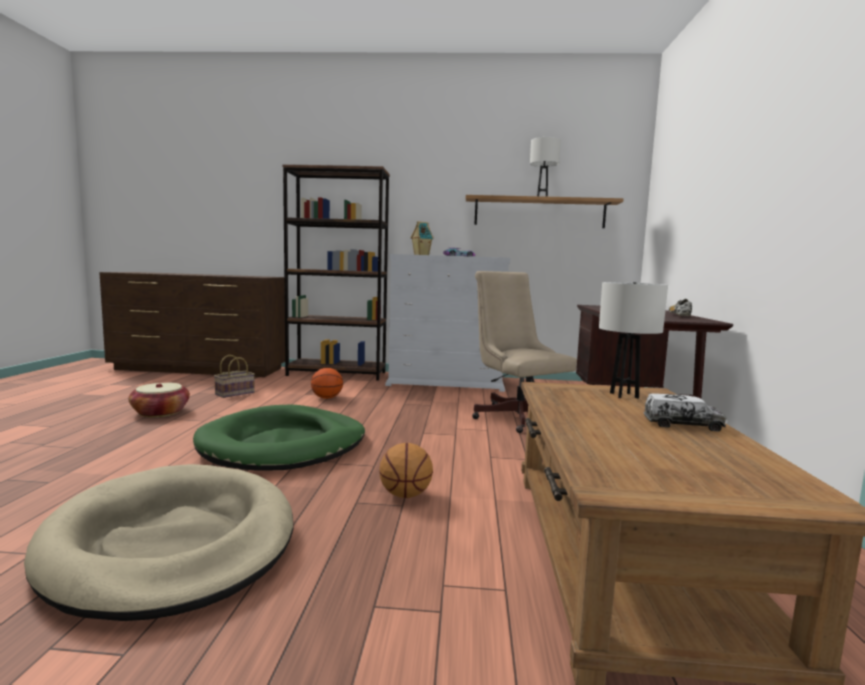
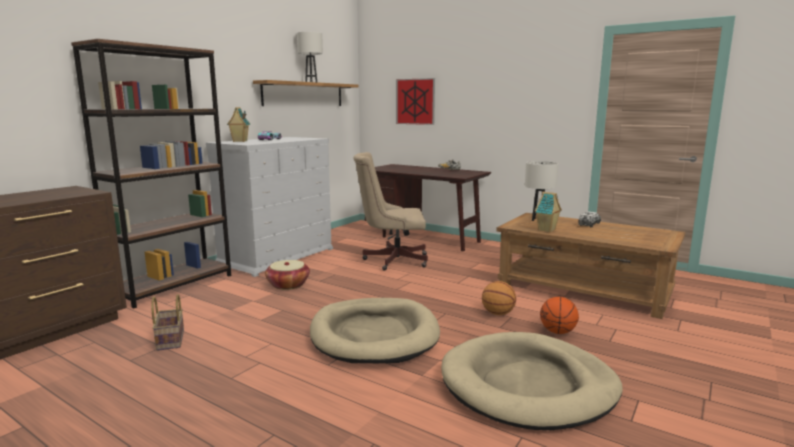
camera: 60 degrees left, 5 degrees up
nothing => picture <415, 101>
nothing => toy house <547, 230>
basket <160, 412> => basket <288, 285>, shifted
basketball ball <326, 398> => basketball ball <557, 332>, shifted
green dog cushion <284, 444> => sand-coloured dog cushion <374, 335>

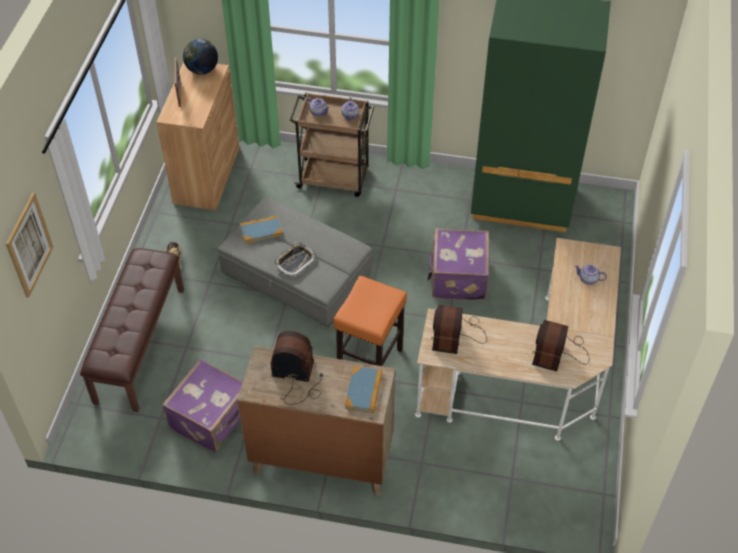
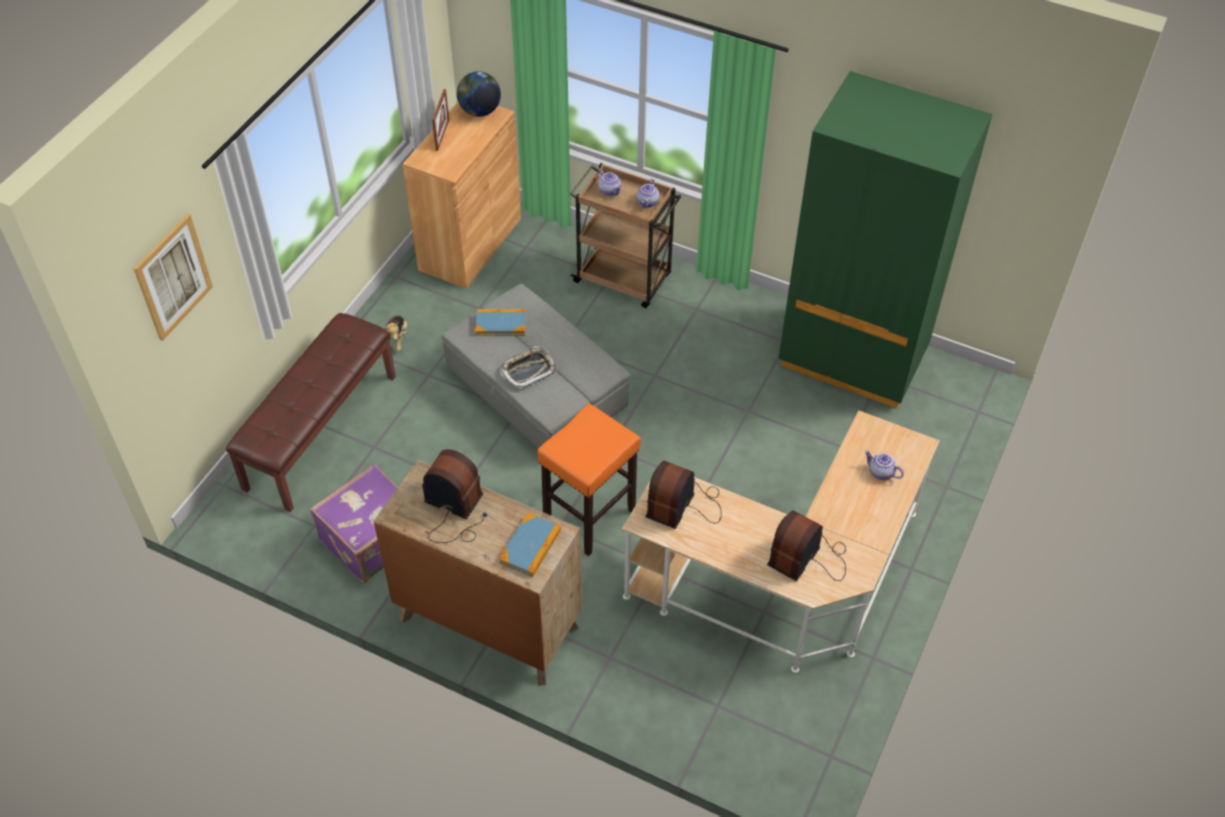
camera: 15 degrees right, 0 degrees up
purple-coloured piece of luggage <457, 278> => nothing

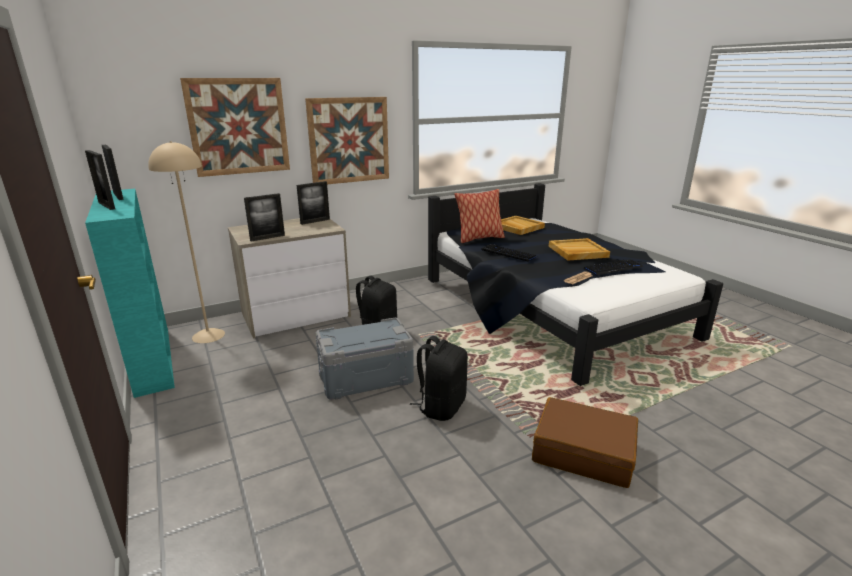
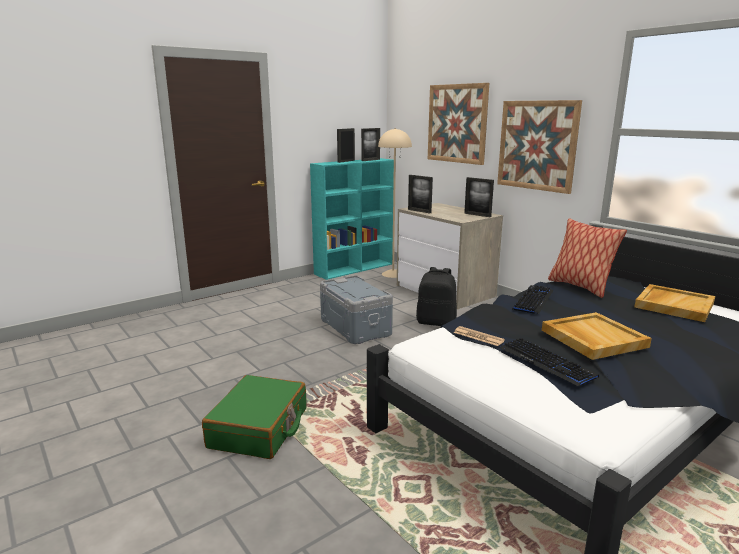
camera: 80 degrees right, 5 degrees down
black knapsack <441, 406> => nothing
brown piece of luggage <583, 452> => green piece of luggage <259, 428>

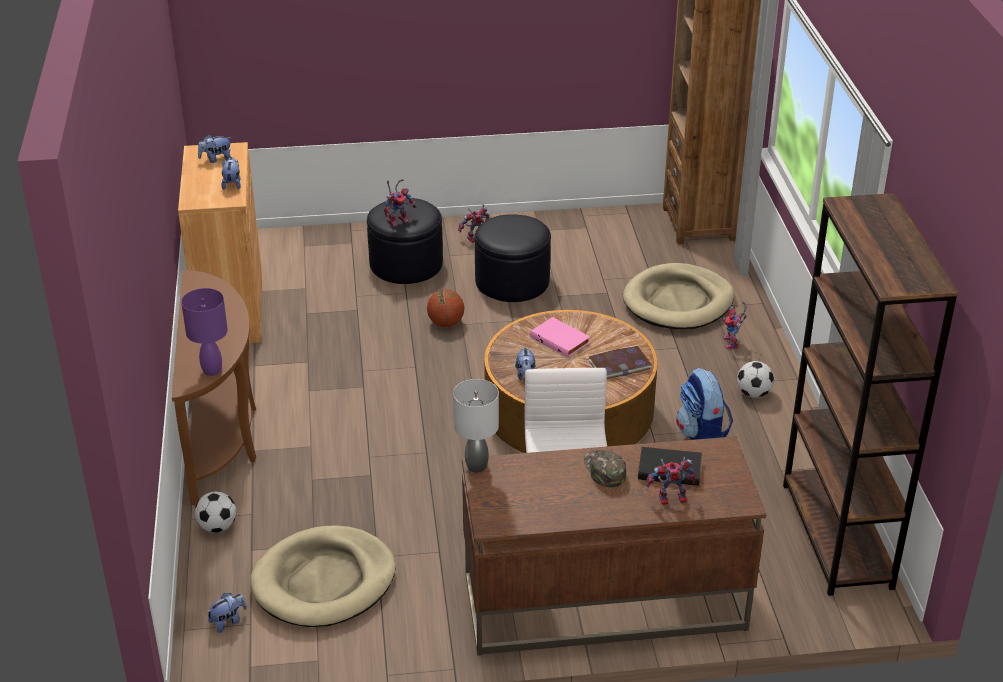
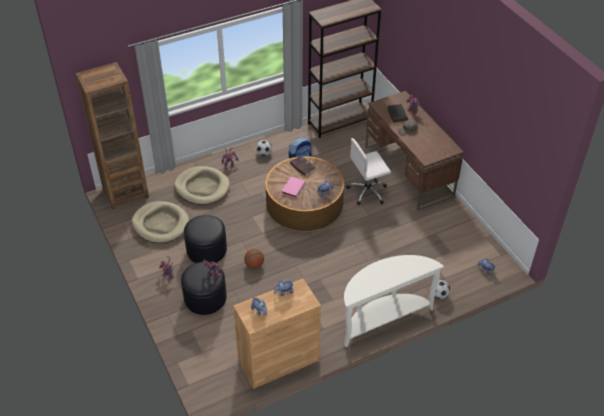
camera: 110 degrees left, 10 degrees up
purple-coloured lamp for a table <212, 370> => nothing
grey lamp for a table <477, 466> => nothing
sand-coloured dog cushion <324, 581> => sand-coloured dog cushion <160, 224>, shifted
brown narrow table <223, 437> => white-coloured narrow table <383, 318>

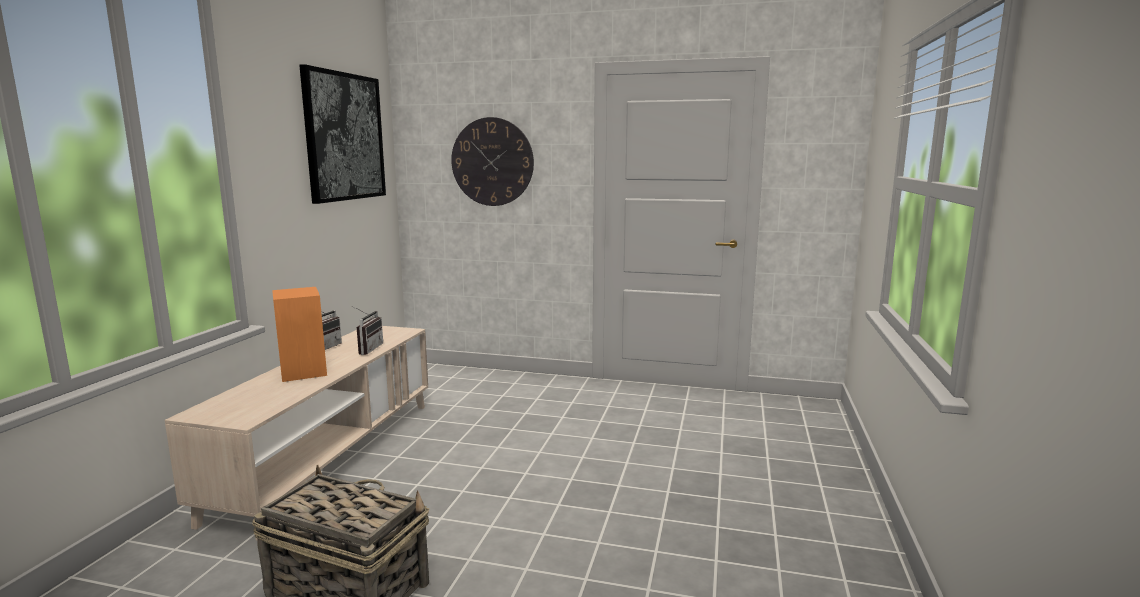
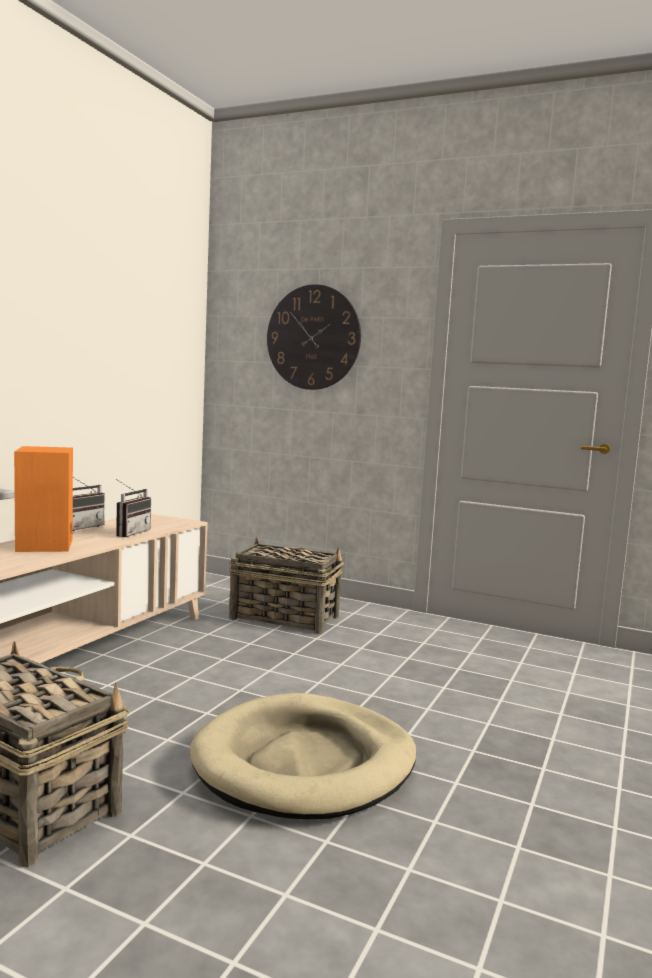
camera: 10 degrees right, 5 degrees down
picture <344, 137> => nothing
nothing => sand-coloured dog cushion <305, 763>
nothing => basket <283, 617>

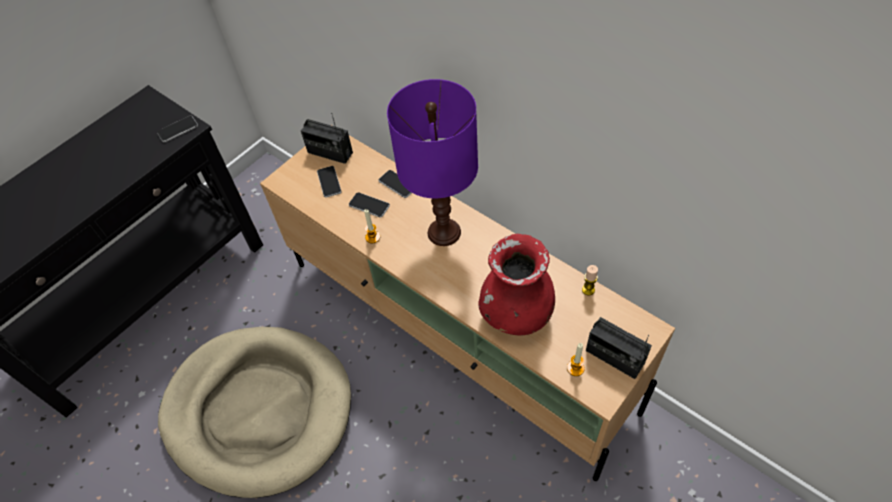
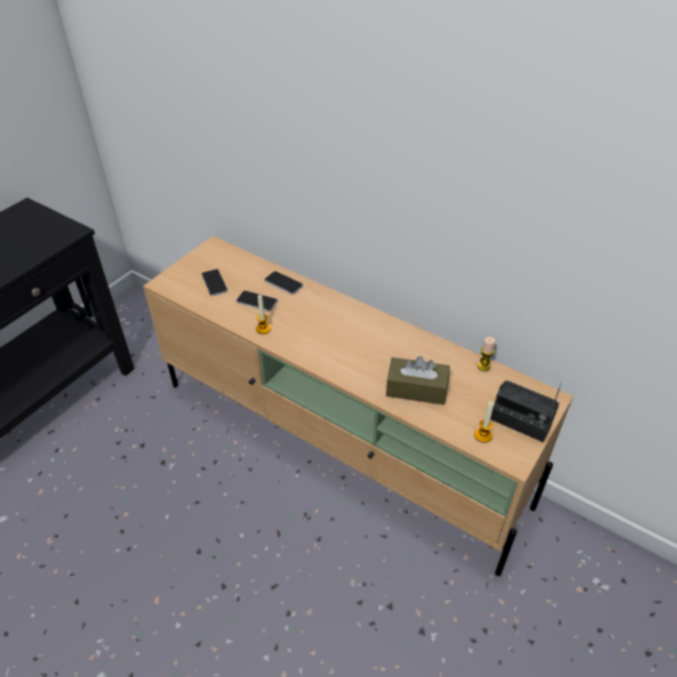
camera: 10 degrees left, 10 degrees down
handset <178, 129> => nothing
sand-coloured dog cushion <259, 410> => nothing
radio receiver <330, 153> => nothing
purple-coloured lamp for a table <443, 232> => nothing
red decorative vase <516, 313> => brown box of tissues <416, 389>

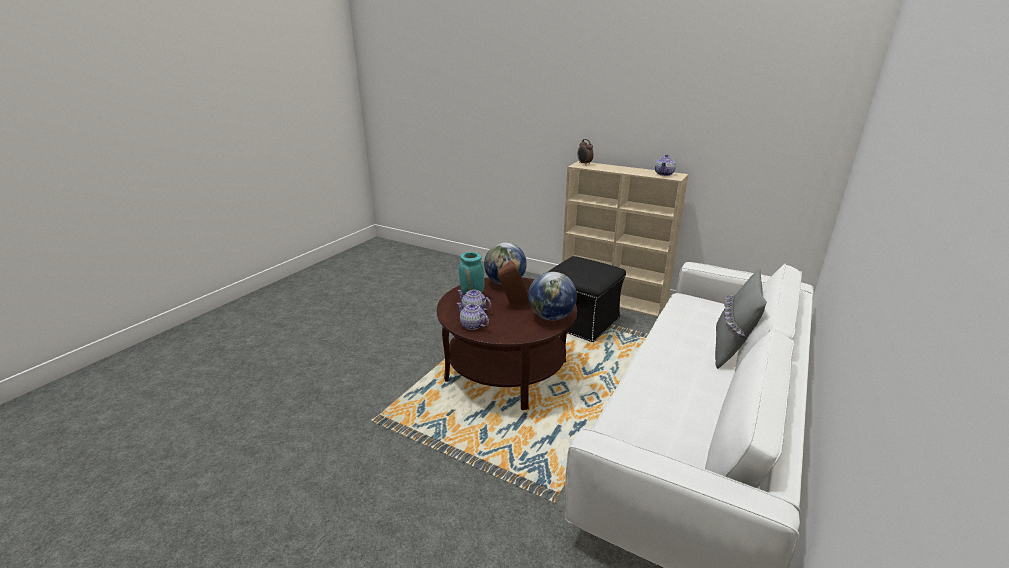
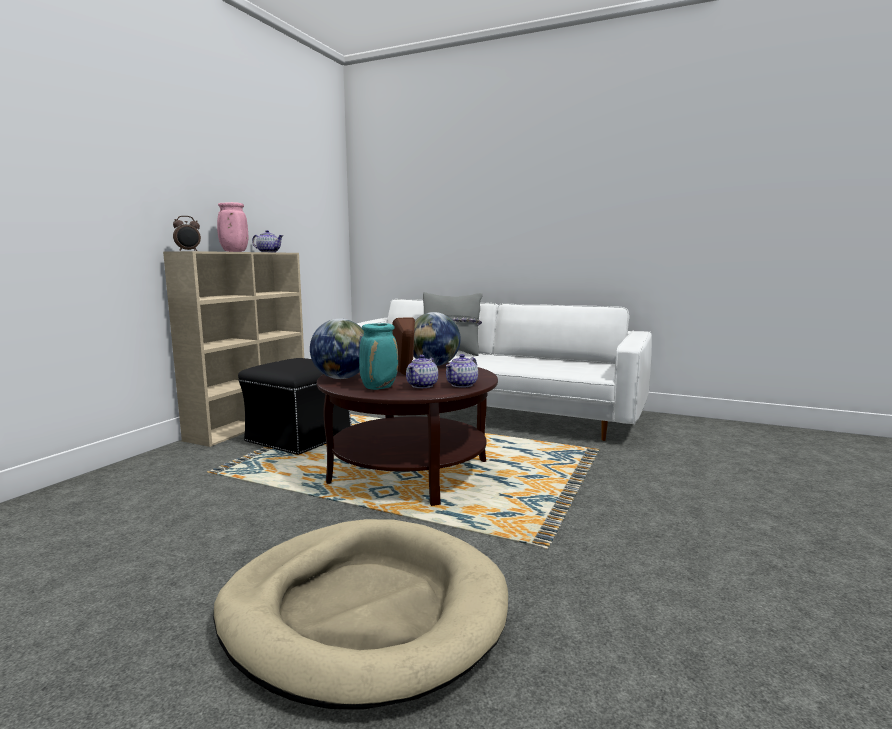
camera: 95 degrees left, 15 degrees down
nothing => sand-coloured dog cushion <364, 611>
nothing => pink-coloured decorative vase <233, 251>

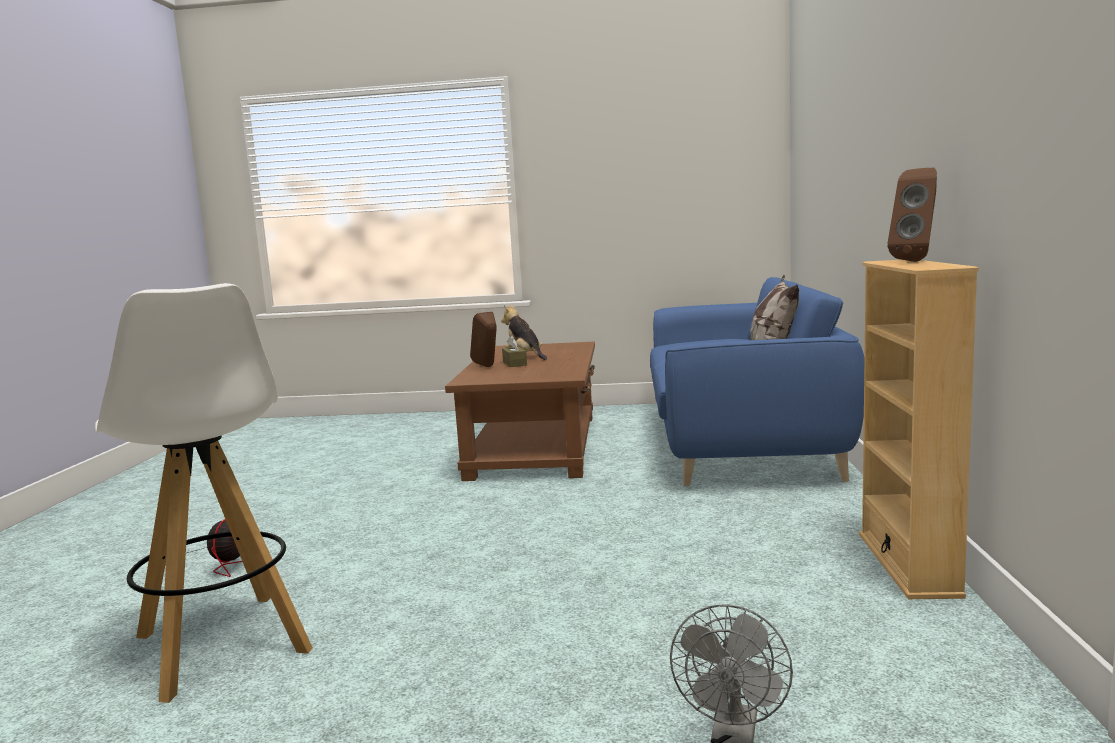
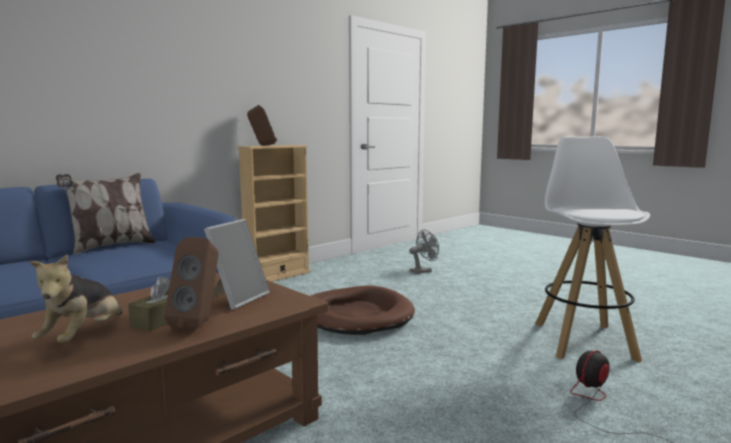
camera: 140 degrees left, 0 degrees up
nothing => picture frame <237, 298>
nothing => brown dog cushion <356, 315>

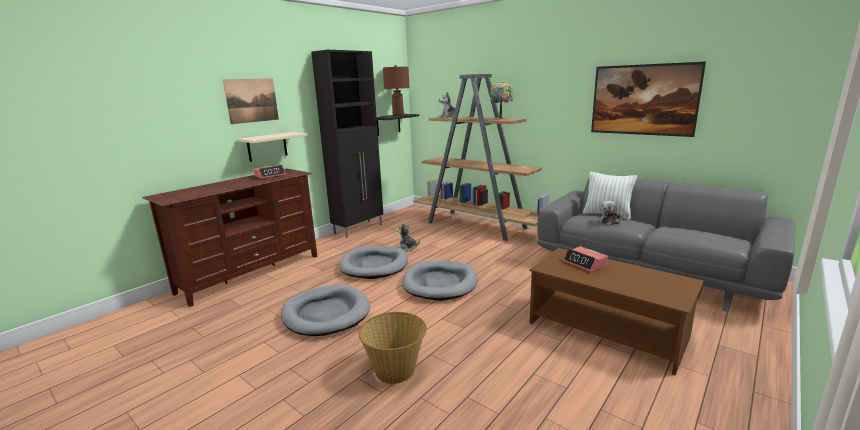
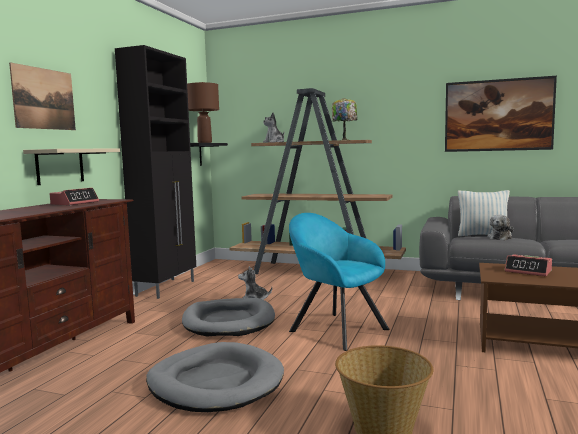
camera: 20 degrees left, 10 degrees down
grey dog cushion <440, 283> => blue-green easy chair <335, 329>

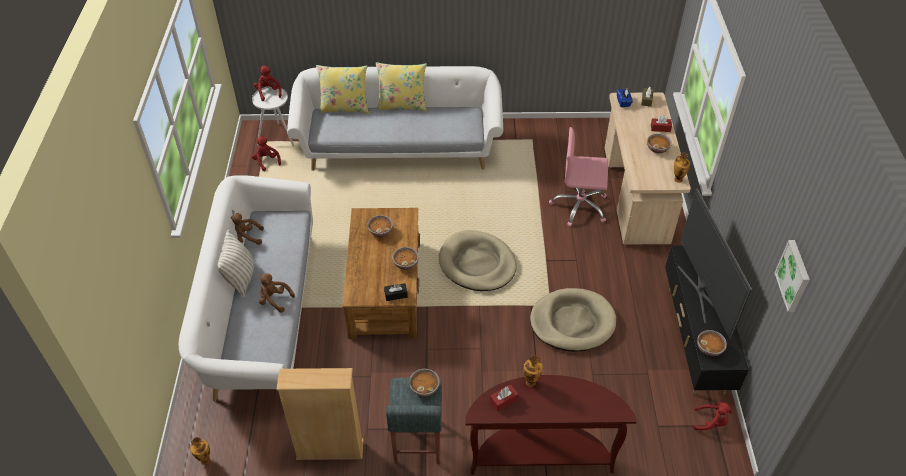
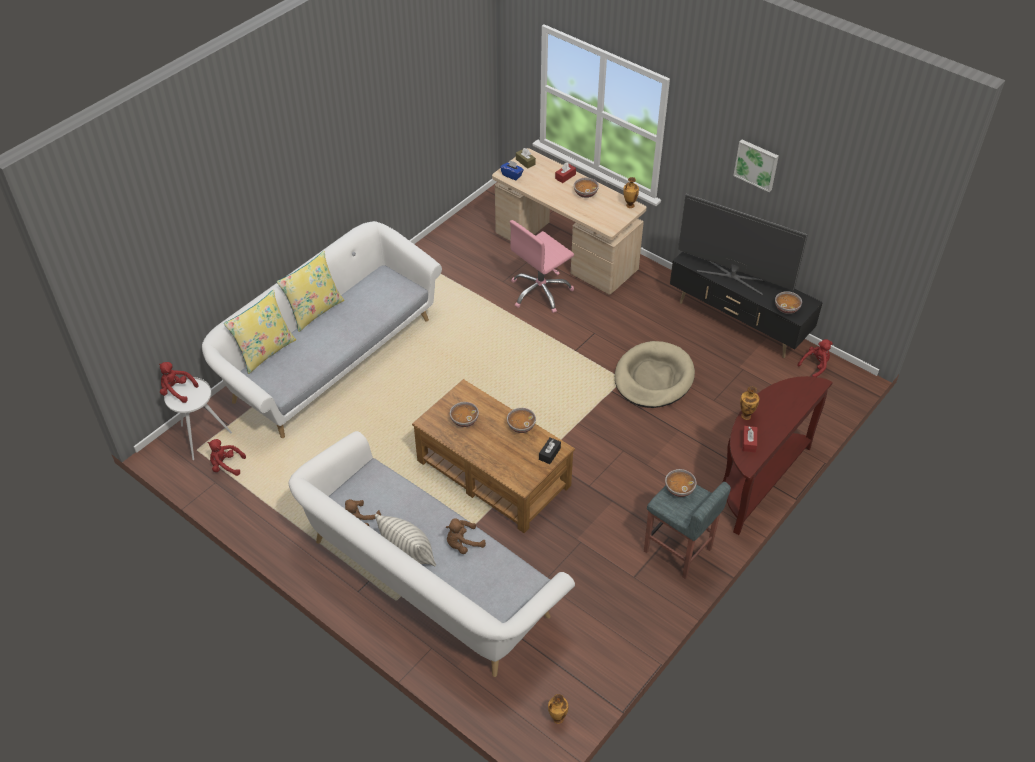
camera: 50 degrees left, 0 degrees up
sand-coloured bookshelf <330, 450> => nothing
sand-coloured dog cushion <477, 264> => nothing
picture <794, 276> => picture <757, 164>, shifted

